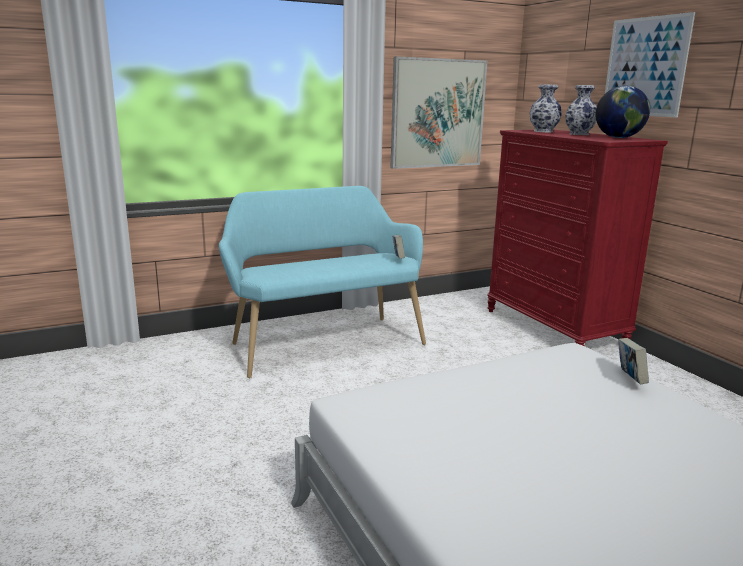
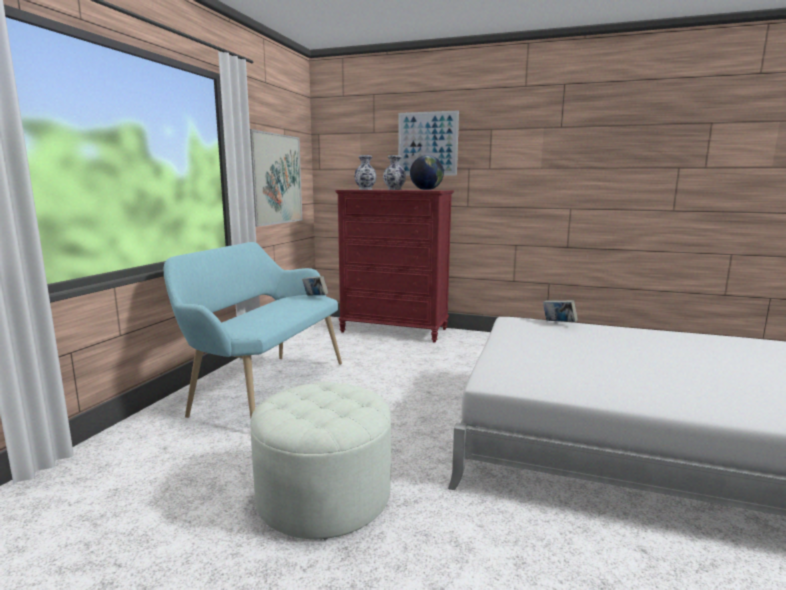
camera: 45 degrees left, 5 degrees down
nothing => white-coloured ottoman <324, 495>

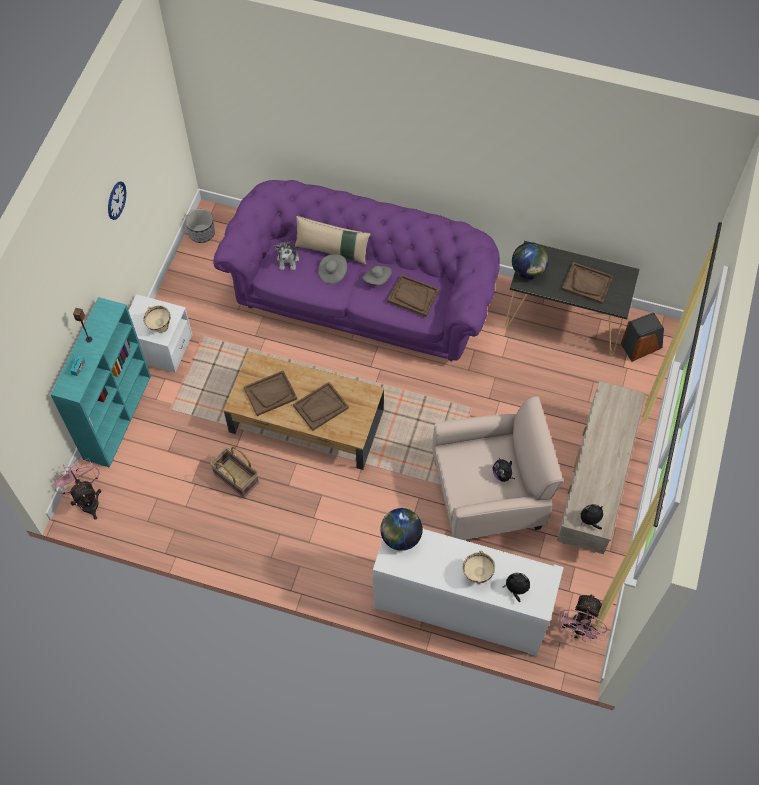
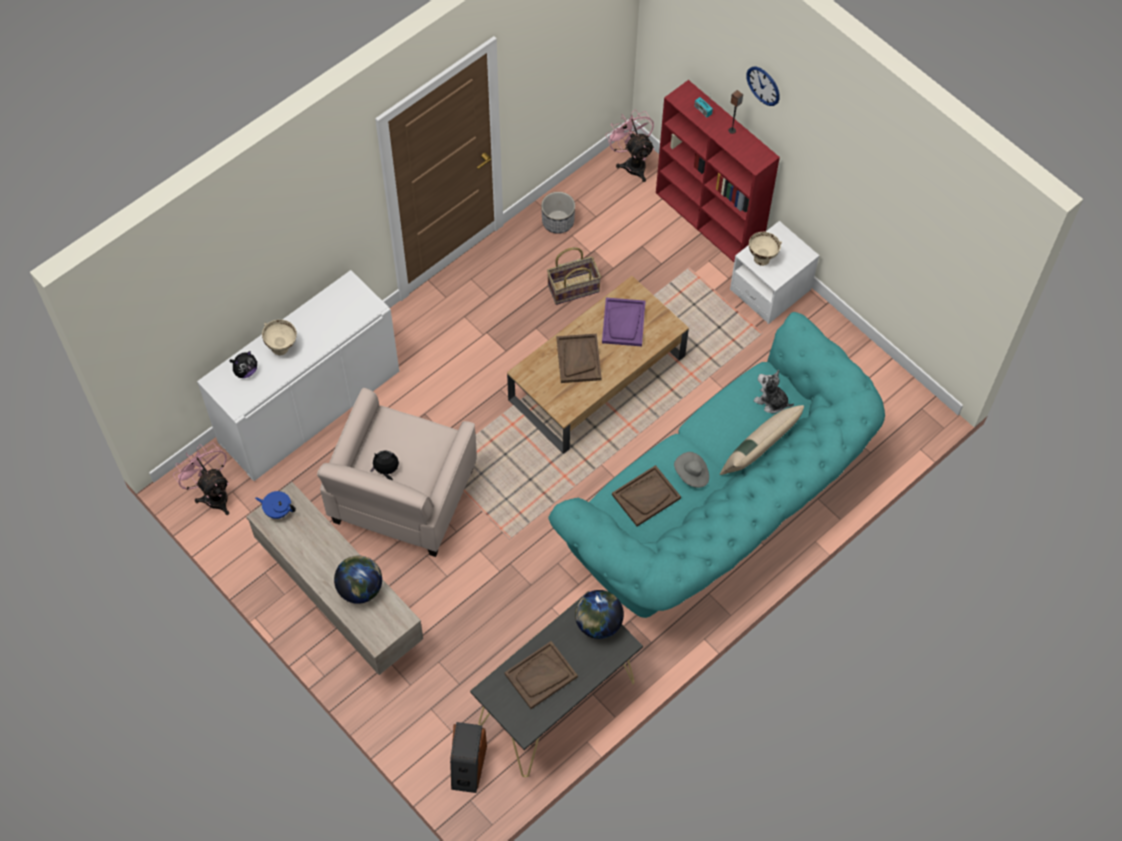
camera: 120 degrees right, 0 degrees up
grey hat <332, 272> => nothing
hanging clock <116, 200> => hanging clock <763, 85>, shifted
plant pot <202, 233> => plant pot <557, 222>, shifted
world globe <400, 537> => world globe <360, 588>, shifted
plush toy <590, 520> => bluish tea pot <278, 510>
blue-green bookshelf <117, 416> => red bookshelf <709, 221>
purple-coloured settee <363, 296> => blue-green settee <720, 510>
brown serving tray <270, 393> => purple-coloured serving tray <623, 323>
pink-coloured cooling fan <87, 499> => pink-coloured cooling fan <632, 163>, 120 degrees counterclockwise

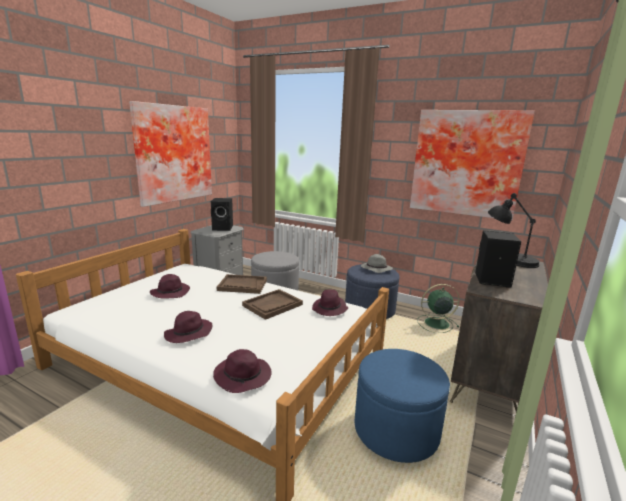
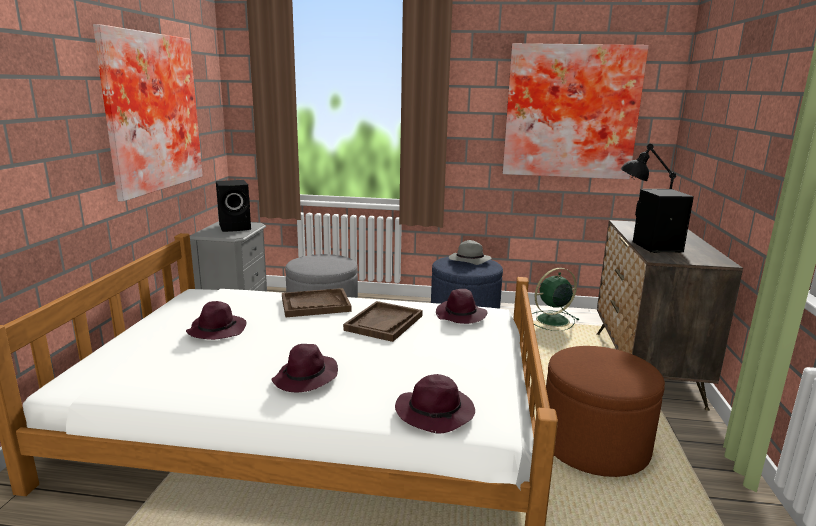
camera: 20 degrees left, 0 degrees up
bluish ottoman <396, 429> => brown ottoman <594, 445>

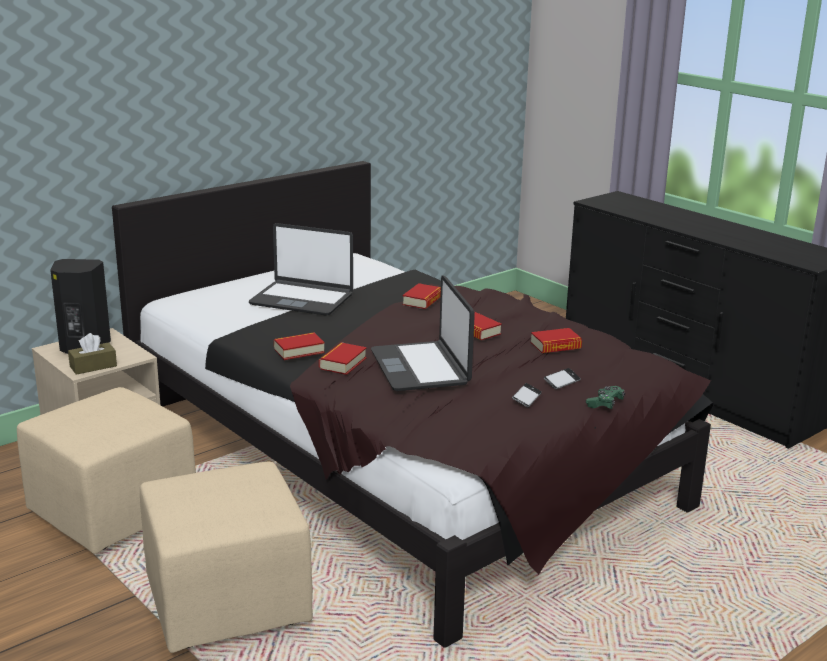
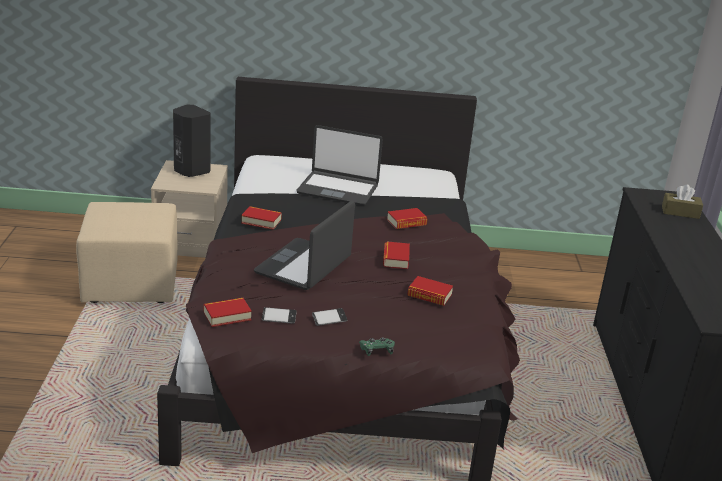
camera: 40 degrees right, 5 degrees up
sand-coloured ottoman <229, 602> => nothing
brown box of tissues <93, 366> => brown box of tissues <680, 212>, shifted
volume <343, 363> => volume <227, 316>, shifted
handset <561, 382> => handset <279, 318>, shifted
laptop <302, 299> => laptop <338, 189>, 45 degrees counterclockwise

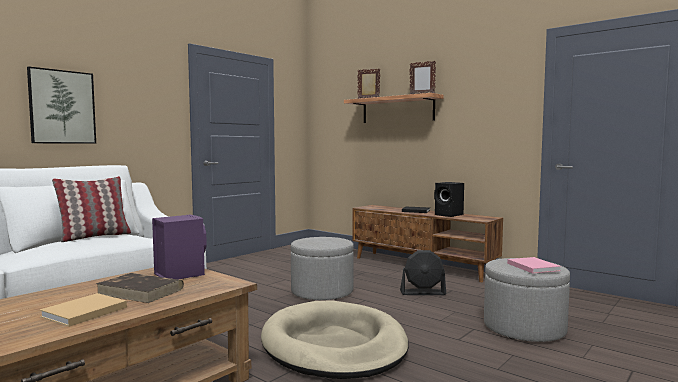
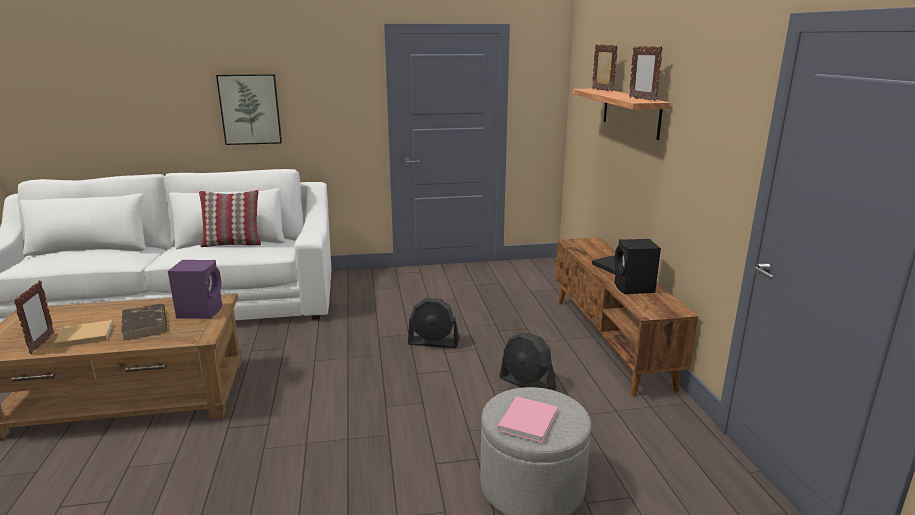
camera: 40 degrees right, 15 degrees up
sand-coloured dog cushion <334, 345> => nothing
nothing => picture frame <42, 343>
grey ottoman <322, 292> => black cooling fan <434, 342>

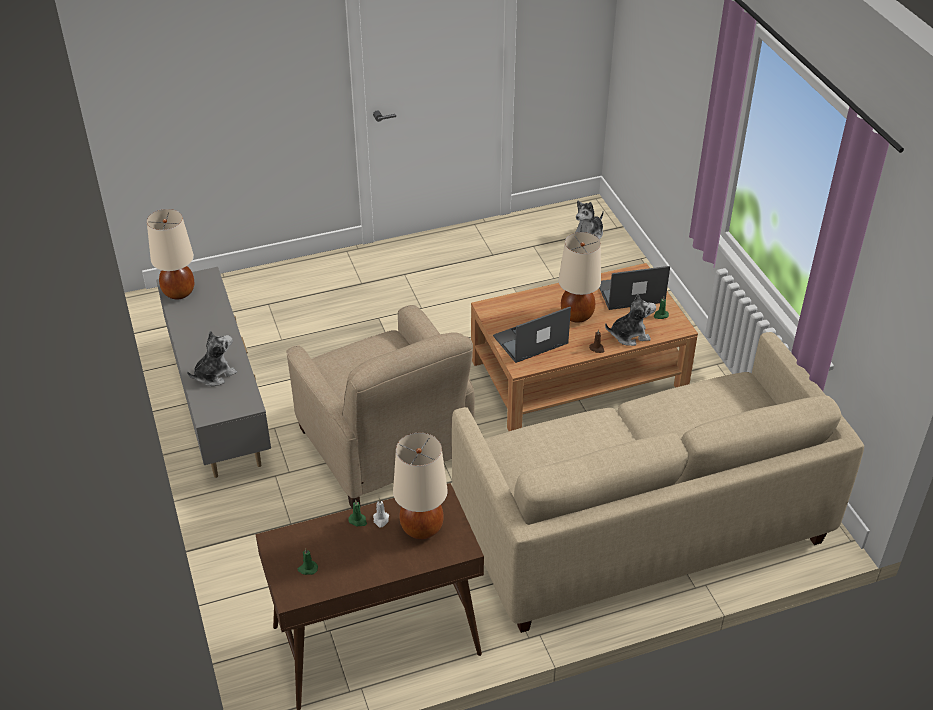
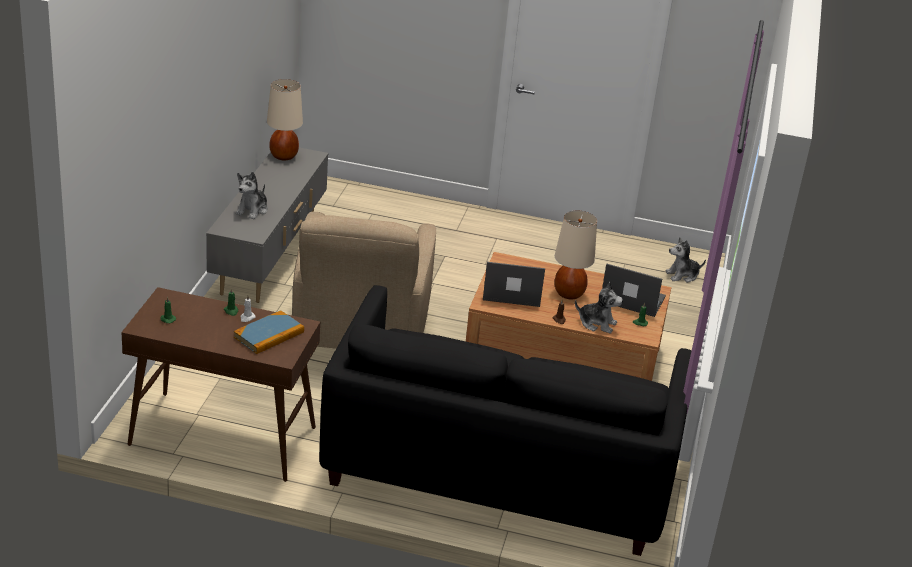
camera: 30 degrees right, 10 degrees down
sand-coloured lamp for a table <422, 528> => volume <269, 335>
sand-coloured settee <640, 526> => black settee <499, 470>
plush toy <214, 375> => plush toy <252, 210>, 120 degrees clockwise

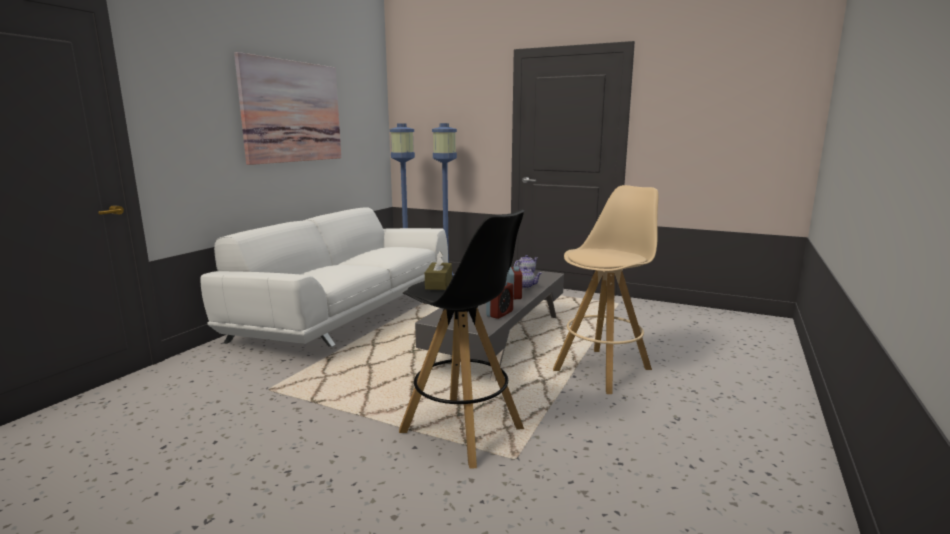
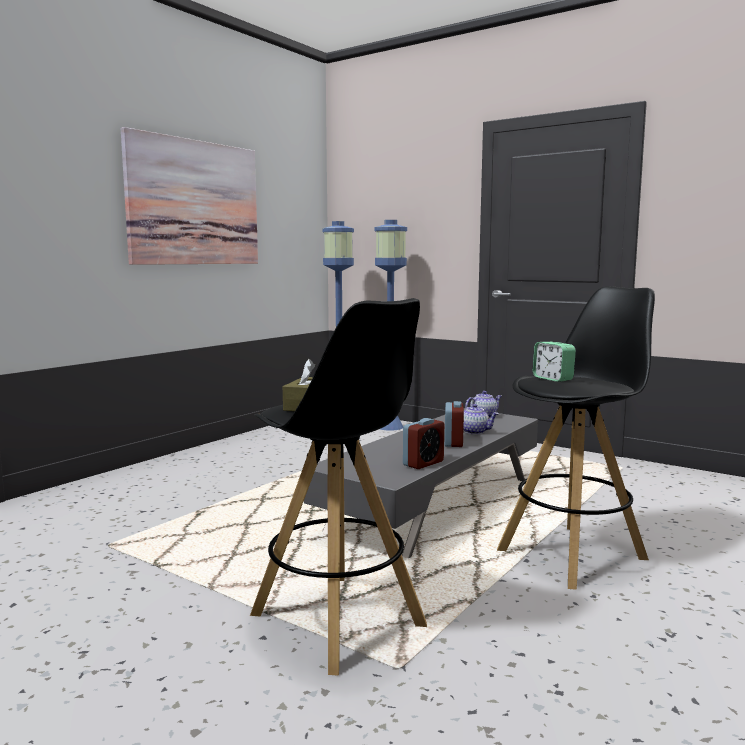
camera: 10 degrees right, 5 degrees down
white-coloured settee <346, 314> => nothing
nothing => table clock <552, 379>
sand-coloured sitting stool <603, 369> => black sitting stool <573, 554>

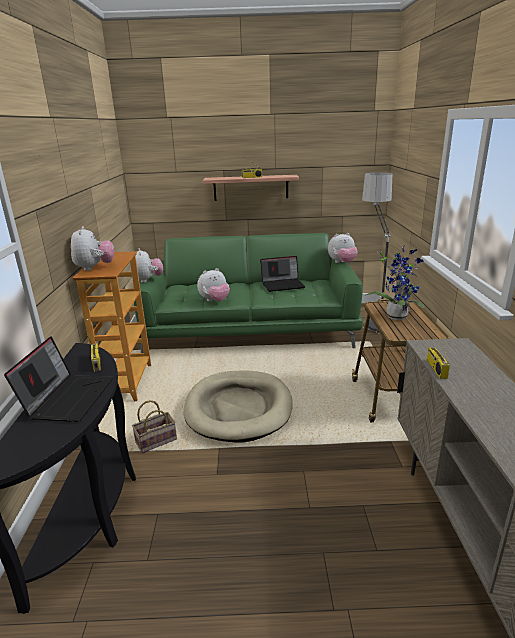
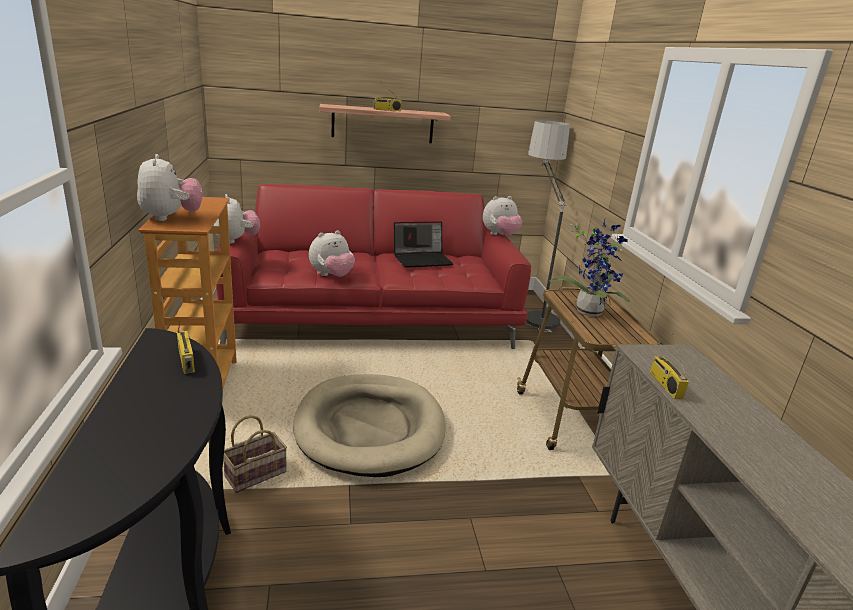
camera: 10 degrees left, 0 degrees up
laptop <68, 397> => nothing
green settee <250, 329> => red settee <372, 317>

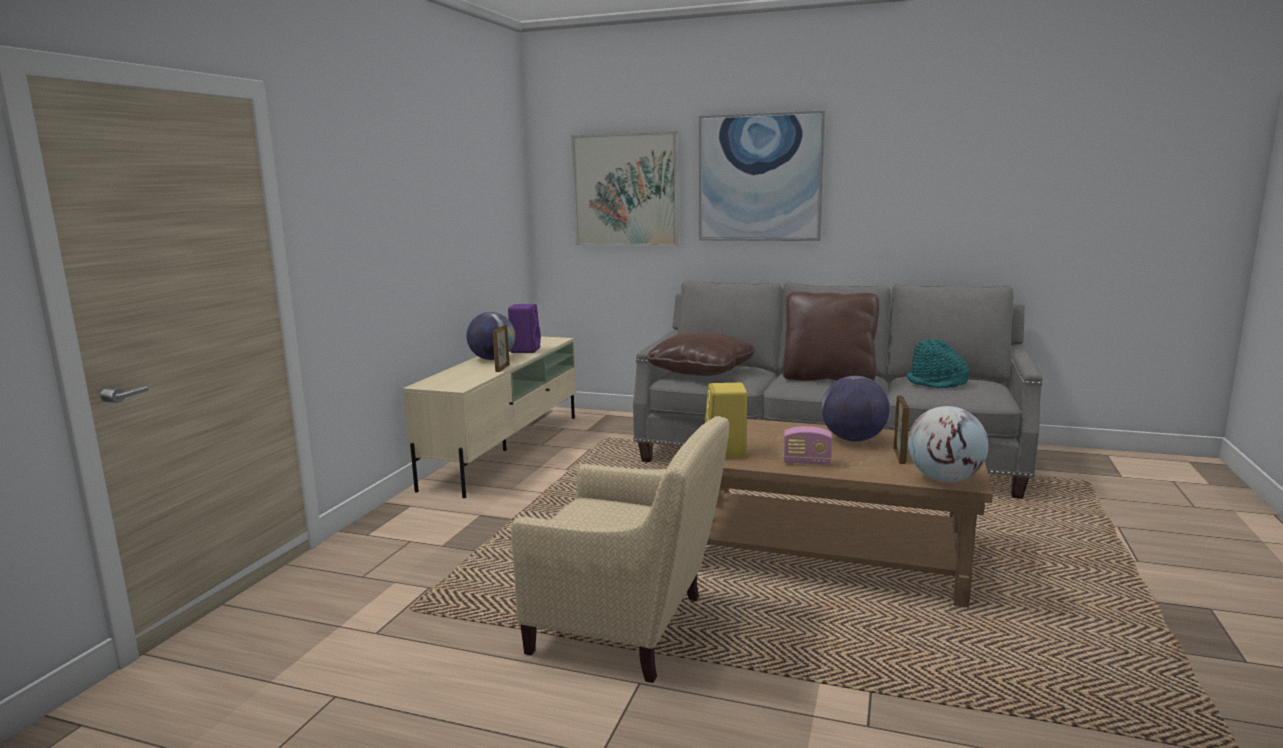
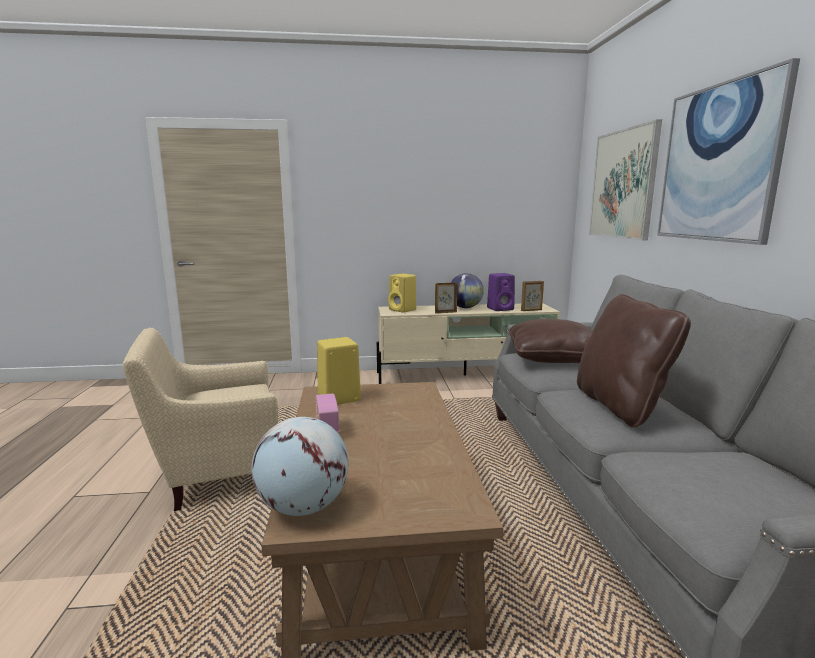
camera: 65 degrees right, 0 degrees up
world globe <853, 439> => nothing
blue-green hat <937, 383> => nothing
nothing => yellow-coloured loudspeaker <403, 310>
picture frame <899, 456> => picture frame <531, 310>, shifted
sand-coloured easy chair <628, 629> => sand-coloured easy chair <217, 473>, 75 degrees clockwise

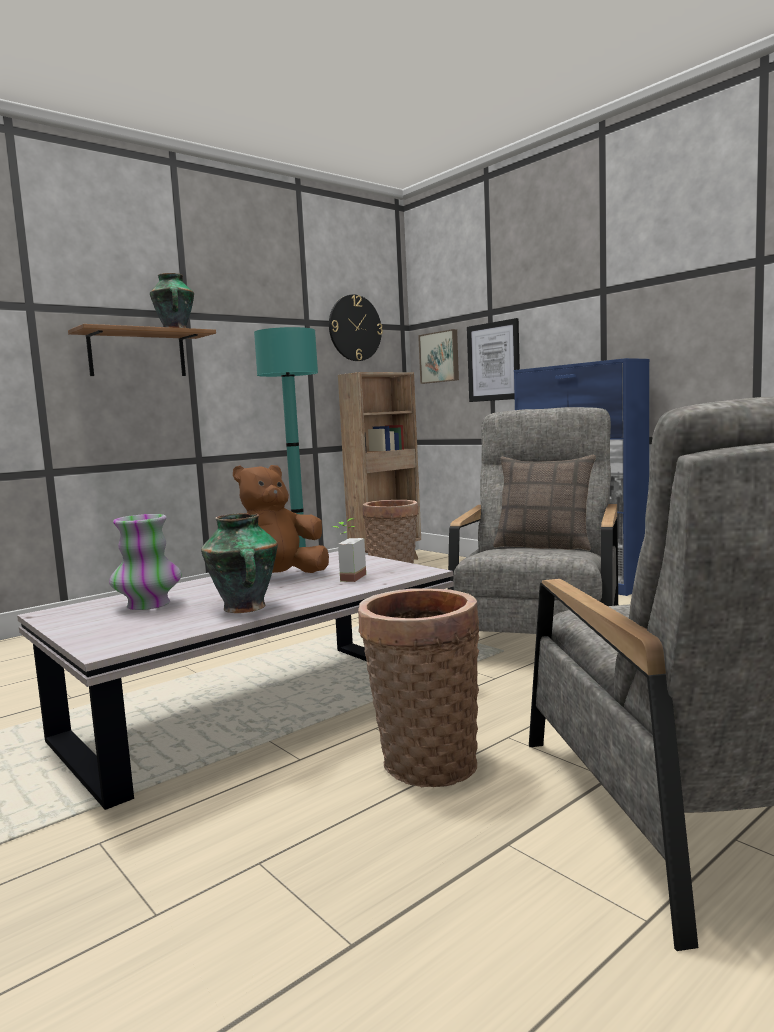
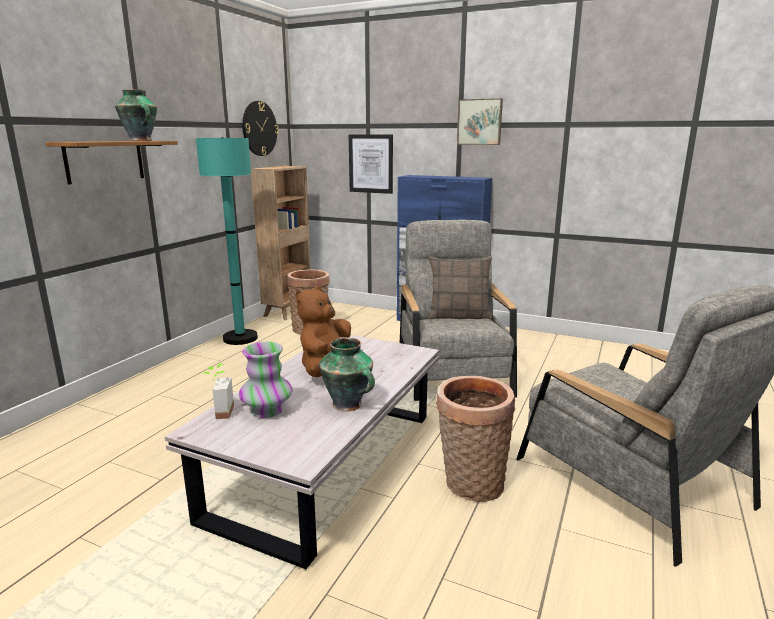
camera: 25 degrees left, 10 degrees up
houseplant <347, 577> => houseplant <219, 412>, shifted
picture <440, 357> => picture <480, 122>, shifted

